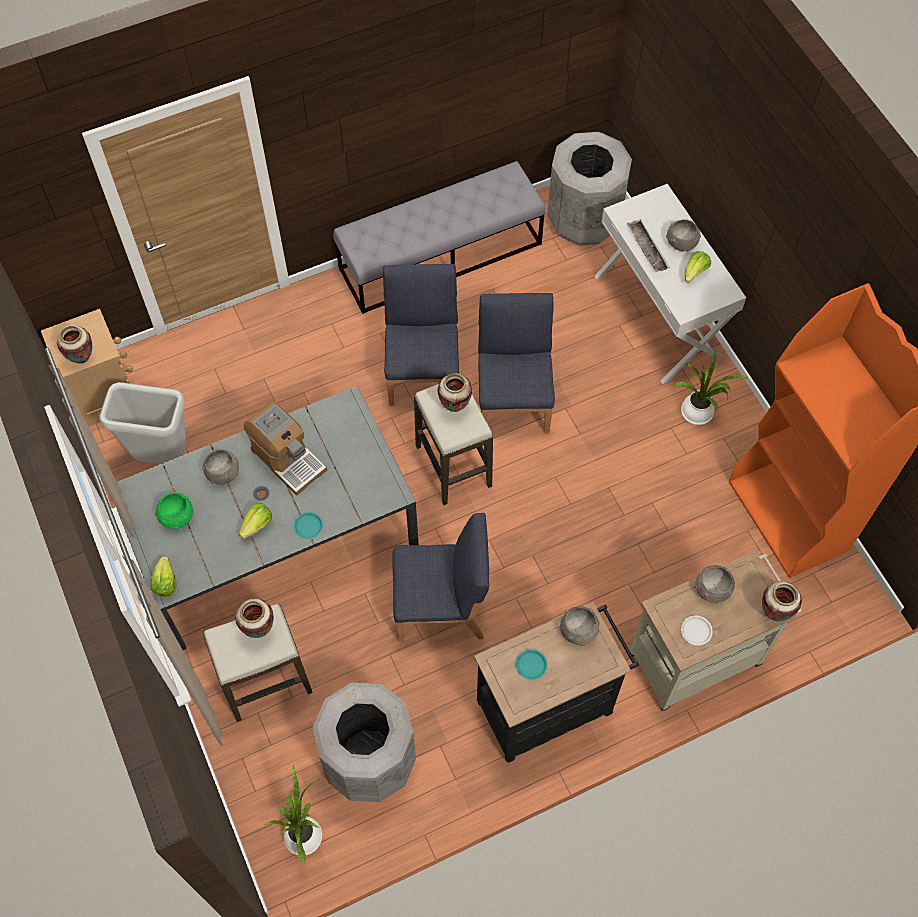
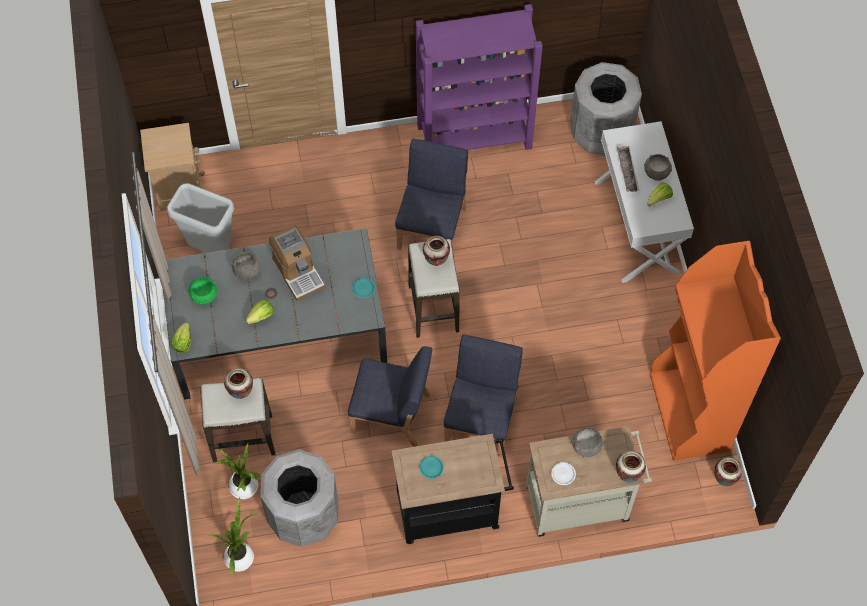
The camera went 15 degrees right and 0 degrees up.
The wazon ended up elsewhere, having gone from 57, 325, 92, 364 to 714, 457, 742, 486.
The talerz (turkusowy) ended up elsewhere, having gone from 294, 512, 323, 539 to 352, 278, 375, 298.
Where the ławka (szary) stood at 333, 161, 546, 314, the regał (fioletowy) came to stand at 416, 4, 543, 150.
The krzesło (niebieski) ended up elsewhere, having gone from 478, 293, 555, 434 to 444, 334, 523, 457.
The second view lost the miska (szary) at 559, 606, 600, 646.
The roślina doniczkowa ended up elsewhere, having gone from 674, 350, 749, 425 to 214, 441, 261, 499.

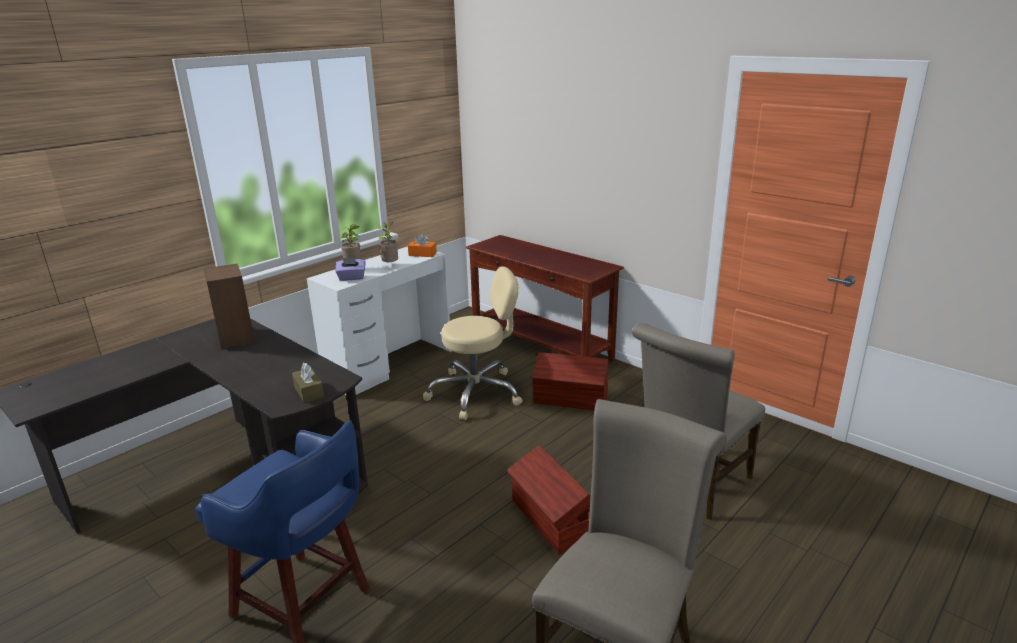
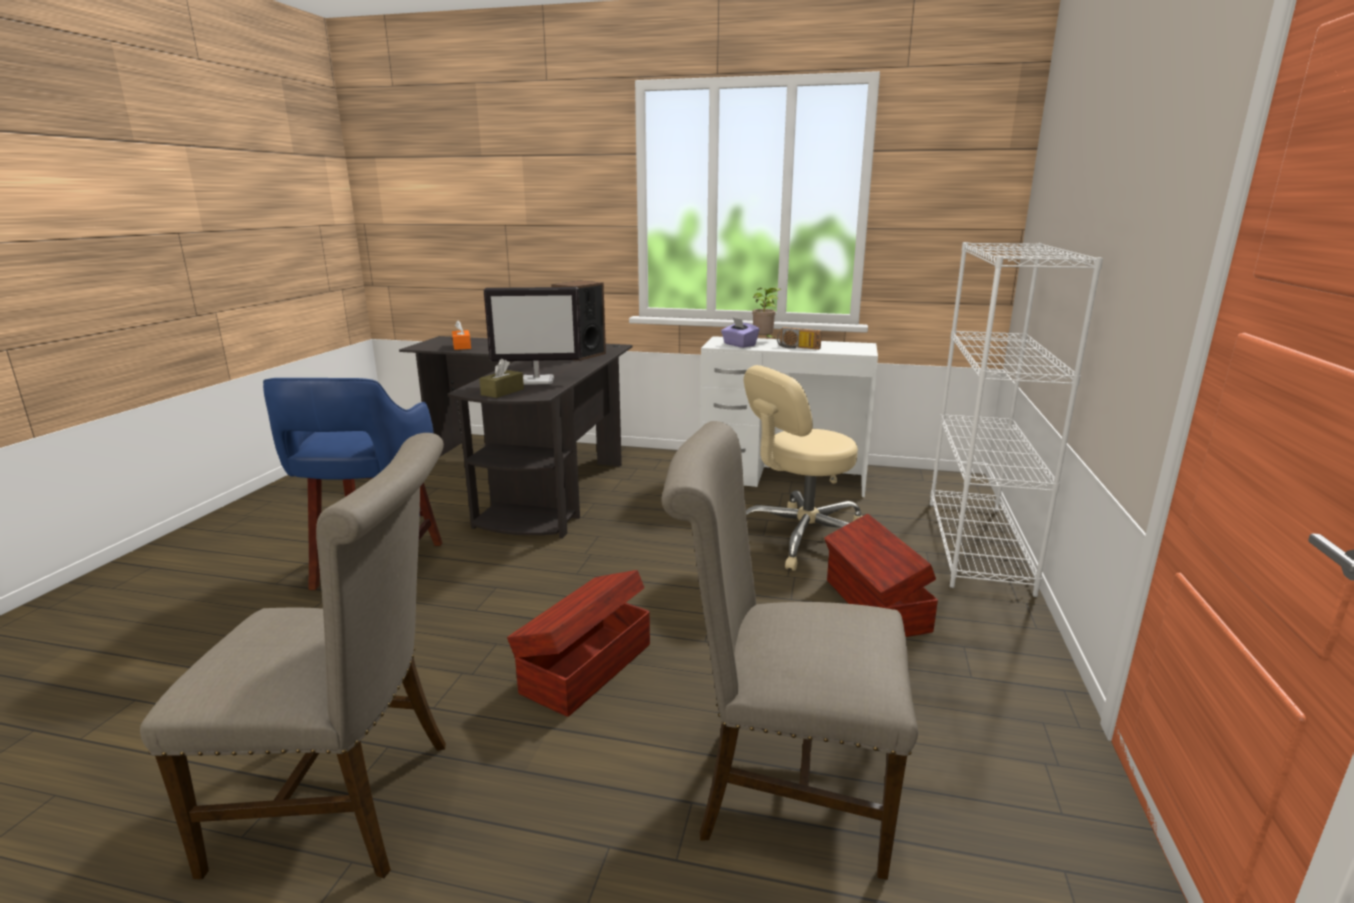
The camera went 60 degrees right and 5 degrees down.
Where the roślina doniczkowa stood at 379, 222, 398, 262, the radio came to stand at 777, 327, 822, 350.
The pudełko chusteczek (pomarańczowy) ended up elsewhere, having gone from 408, 234, 437, 257 to 452, 321, 471, 350.
The krzesło biurowe (beżowy) at 423, 266, 523, 420 ended up facing another way, 105 degrees clockwise from before.
Where the stolik konsolowy (brązowy) stood at 466, 235, 624, 361, the regał (biały) came to stand at 930, 242, 1103, 597.
The second view gained the monitor at 484, 287, 581, 385.

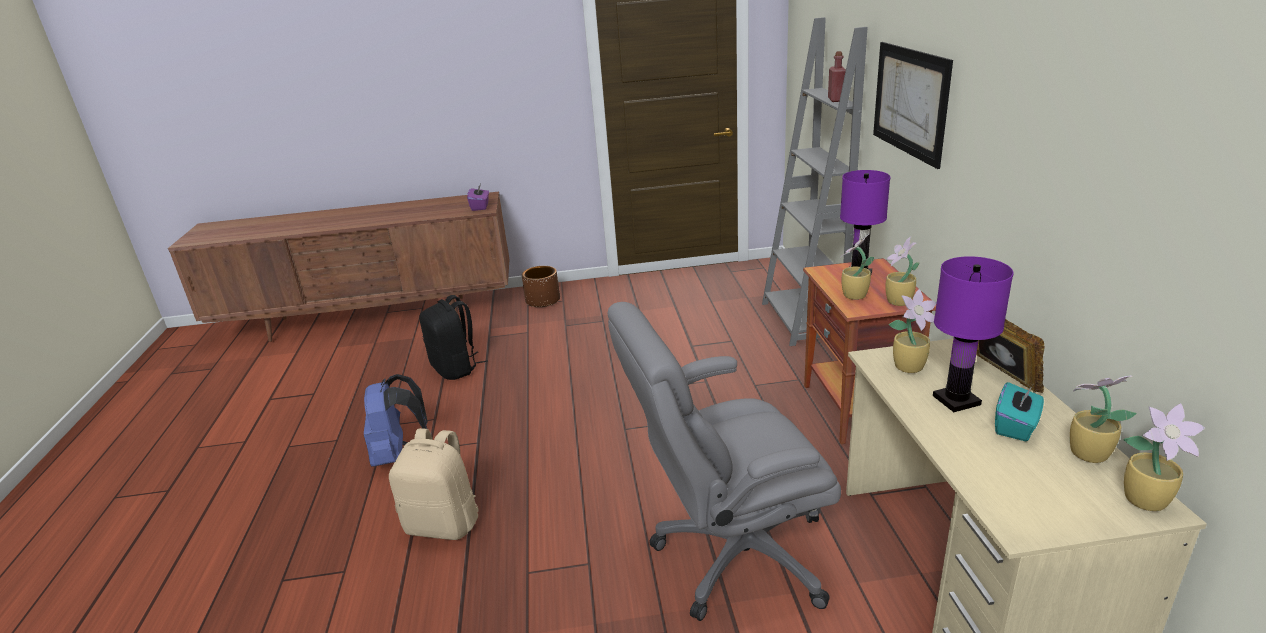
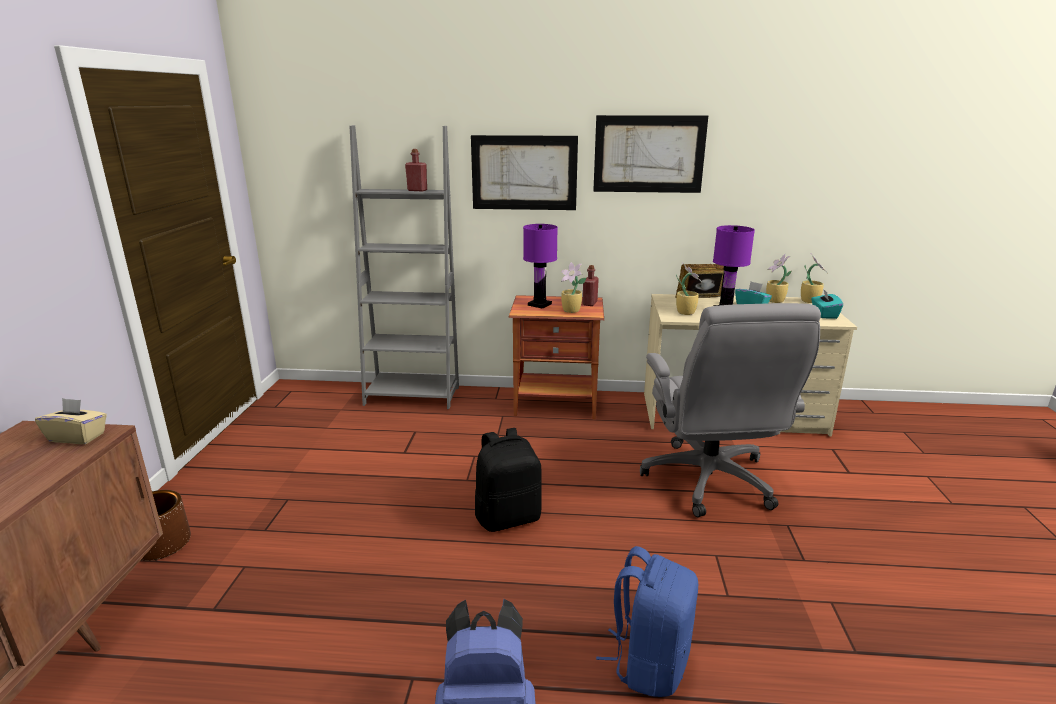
The camera went 80 degrees left and 5 degrees down.
What was the plecak (beżowy) at 389, 428, 479, 540 turned into the plecak (niebieski) at 596, 546, 698, 697.
The plecak (czarny) ended up elsewhere, having gone from 419, 295, 488, 380 to 475, 428, 542, 532.
What was the pudełko chusteczek (fioletowy) at 467, 184, 489, 211 turned into the pudełko chusteczek (beżowy) at 35, 398, 107, 444.
Where the roślina doniczkowa stood at 885, 237, 920, 306, the butelka (czerwony) came to stand at 582, 265, 599, 306.
The second view gained the obraz at 593, 115, 708, 193.
The second view gained the pudełko chusteczek (turkusowy) at 811, 290, 843, 319.

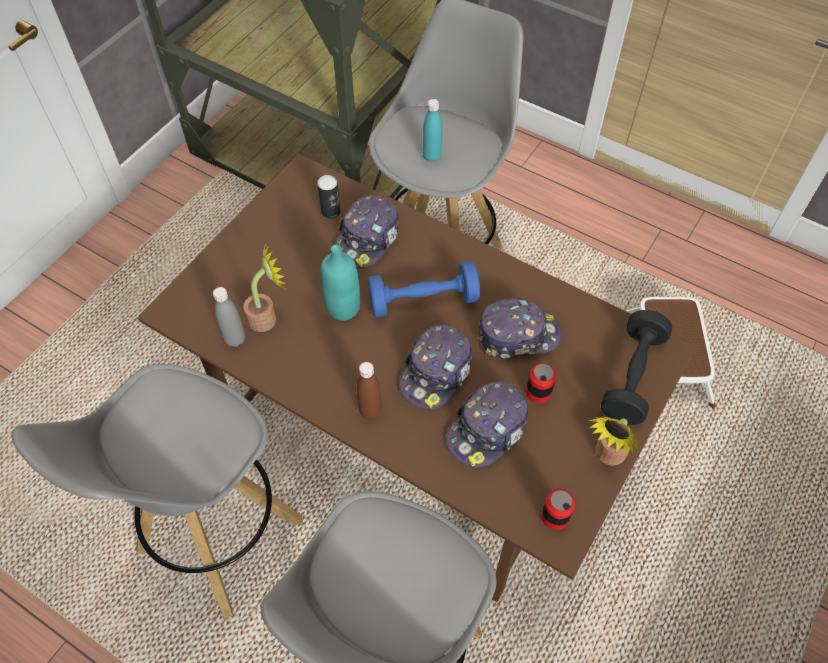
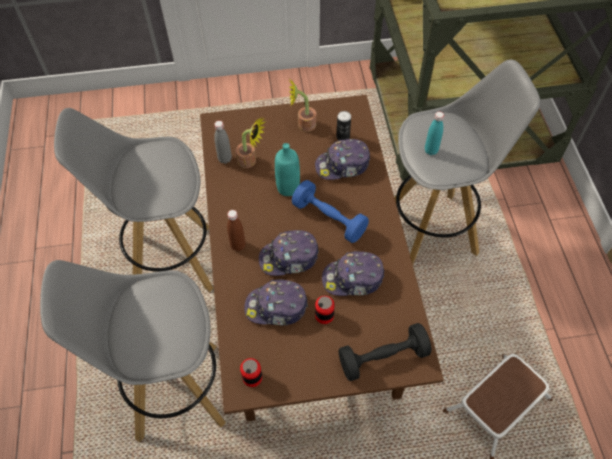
The camera went 50 degrees right and 0 degrees up.
The czapka z daszkiem at 477, 298, 561, 358 ended up facing another way, 135 degrees clockwise from before.
The roślina doniczkowa ended up elsewhere, having gone from 589, 417, 639, 466 to 289, 78, 316, 132.

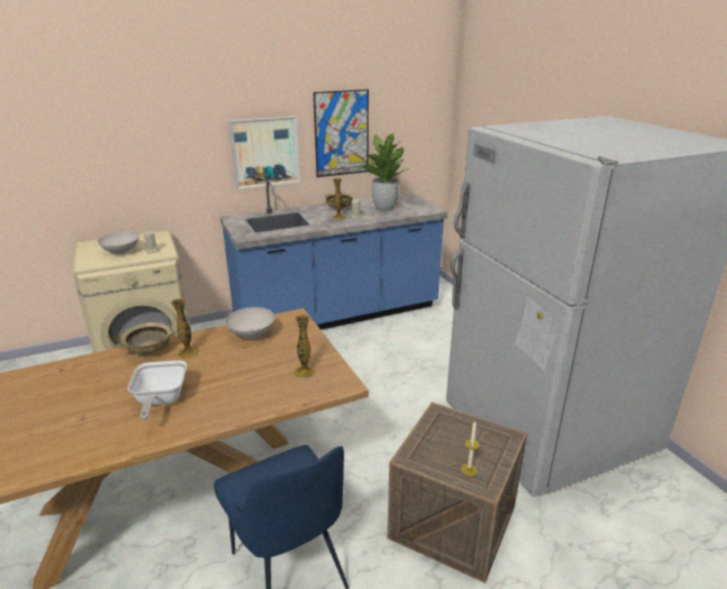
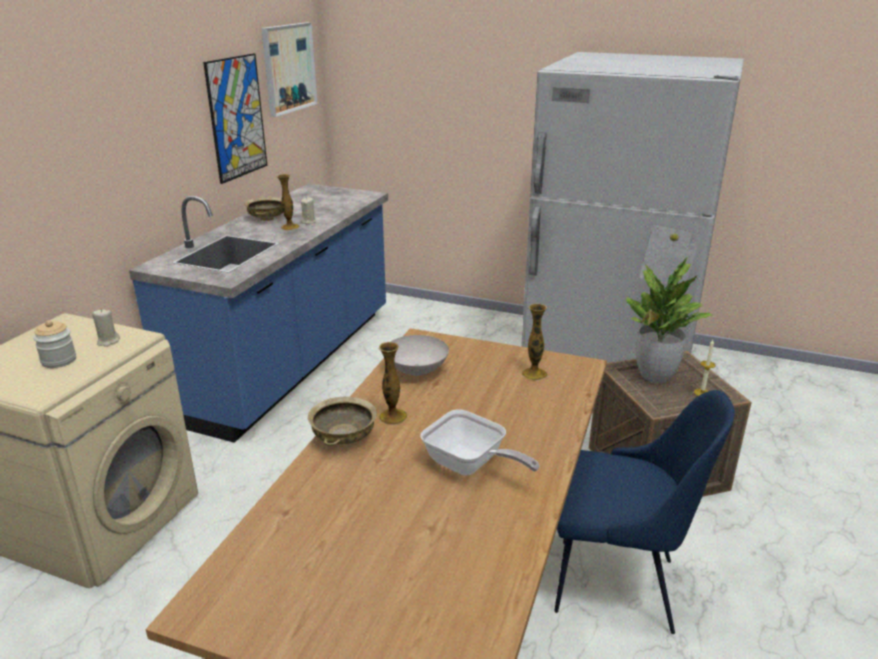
The camera went 45 degrees left and 0 degrees up.
Where the miska (biały) stood at 98, 232, 139, 254, the słoik came to stand at 33, 320, 76, 368.
The obraz ended up elsewhere, having gone from 229, 116, 300, 189 to 261, 22, 318, 117.
The roślina doniczkowa ended up elsewhere, having gone from 362, 133, 411, 211 to 626, 256, 713, 383.

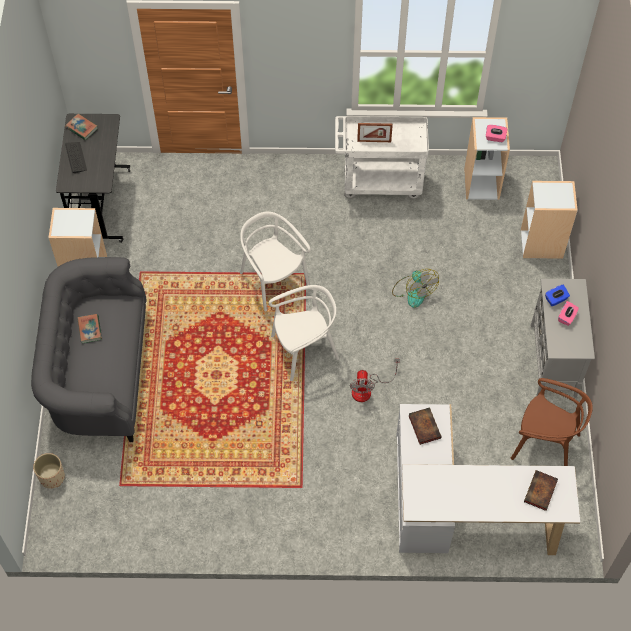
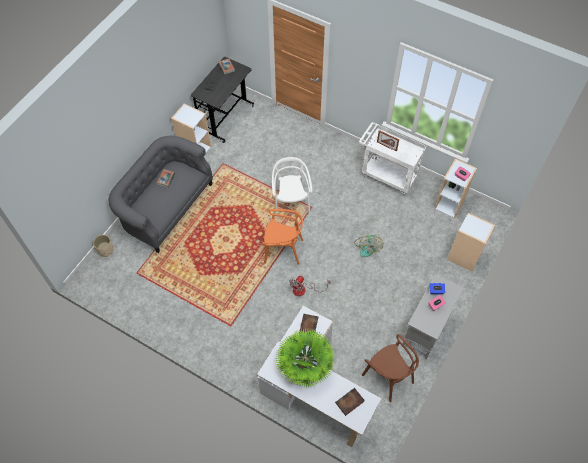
The camera went 30 degrees right and 0 degrees up.
What was the krzesło (biały) at 269, 285, 339, 381 turned into the krzesło (pomarańczowy) at 262, 209, 303, 265.
The second view gained the roślina doniczkowa at 275, 328, 336, 388.

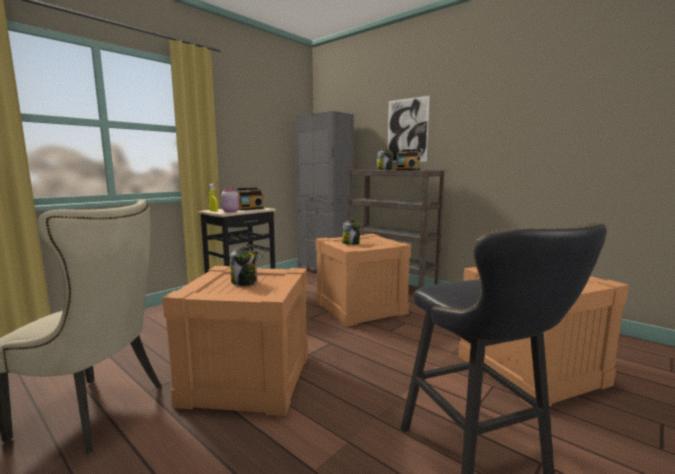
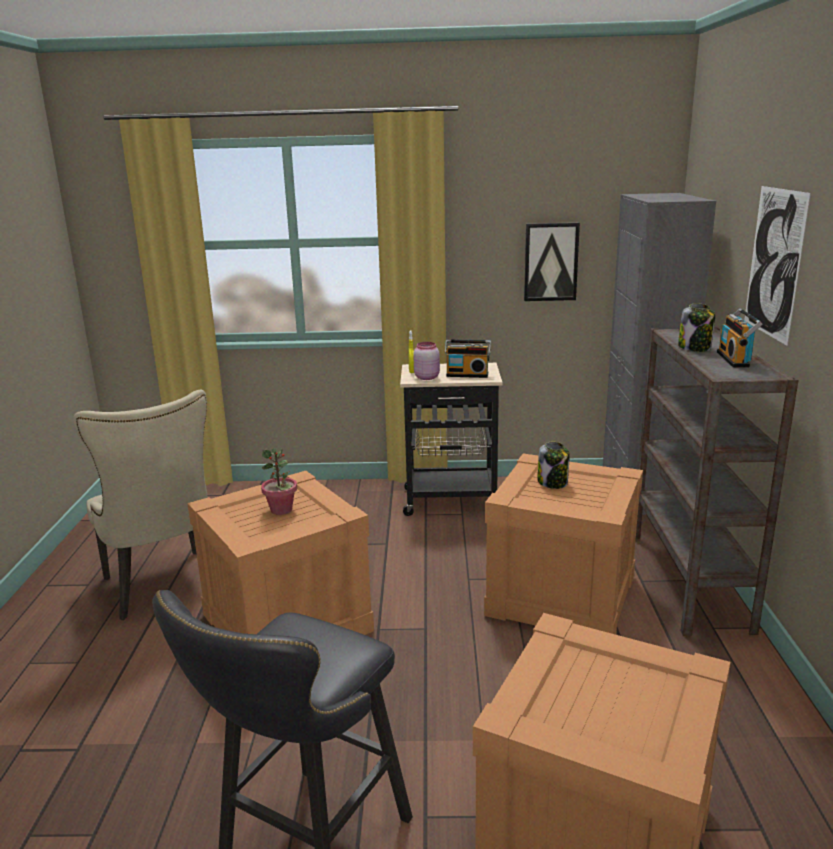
The camera went 50 degrees right and 10 degrees up.
Where the słoik stood at 230, 247, 257, 286, the roślina doniczkowa came to stand at 261, 448, 297, 515.
The second view gained the obraz at 524, 222, 580, 301.

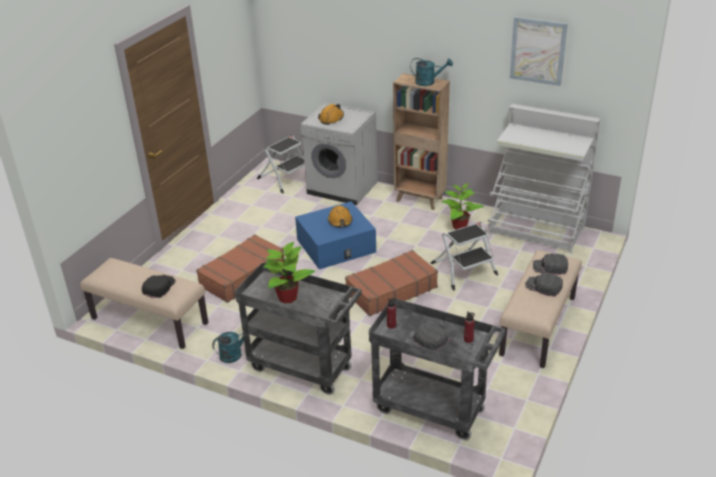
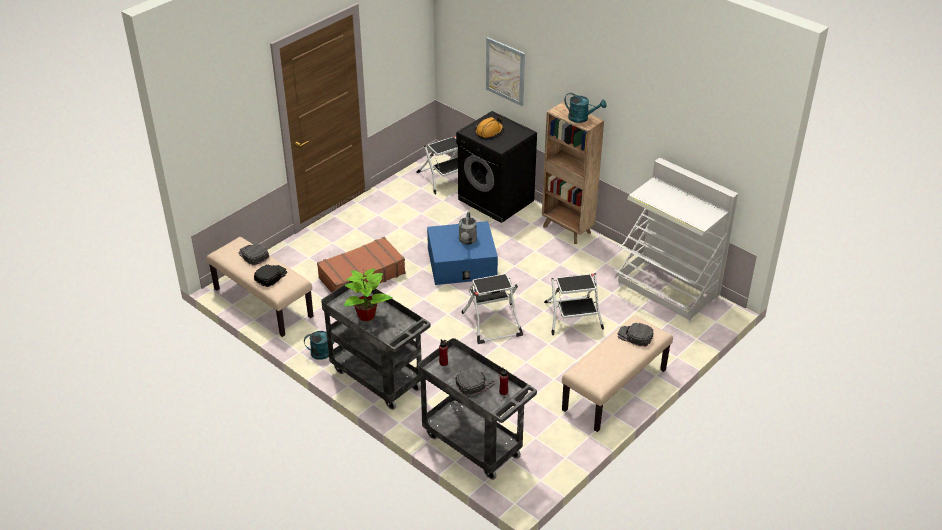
The camera went 15 degrees right and 5 degrees up.
What was the pralka (biały) at 300, 103, 378, 205 turned into the pralka (czarny) at 456, 111, 537, 223.
Where the kask (pomarańczowy) stood at 328, 205, 353, 227, the konewka (szary) came to stand at 459, 212, 477, 245.
Where the walizka (brązowy) stood at 345, 250, 438, 316, the drabinka came to stand at 461, 274, 523, 344.
The second view lost the roślina doniczkowa at 441, 183, 484, 230.
The obraz ended up elsewhere, having gone from 510, 17, 568, 86 to 486, 37, 525, 106.
The czapka z daszkiem (czarny) ended up elsewhere, having gone from 525, 273, 563, 297 to 238, 243, 269, 266.

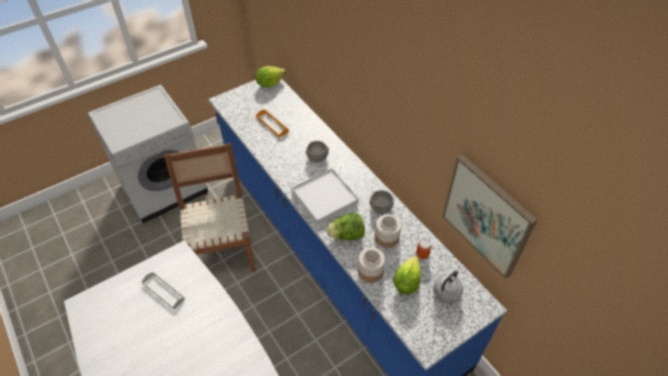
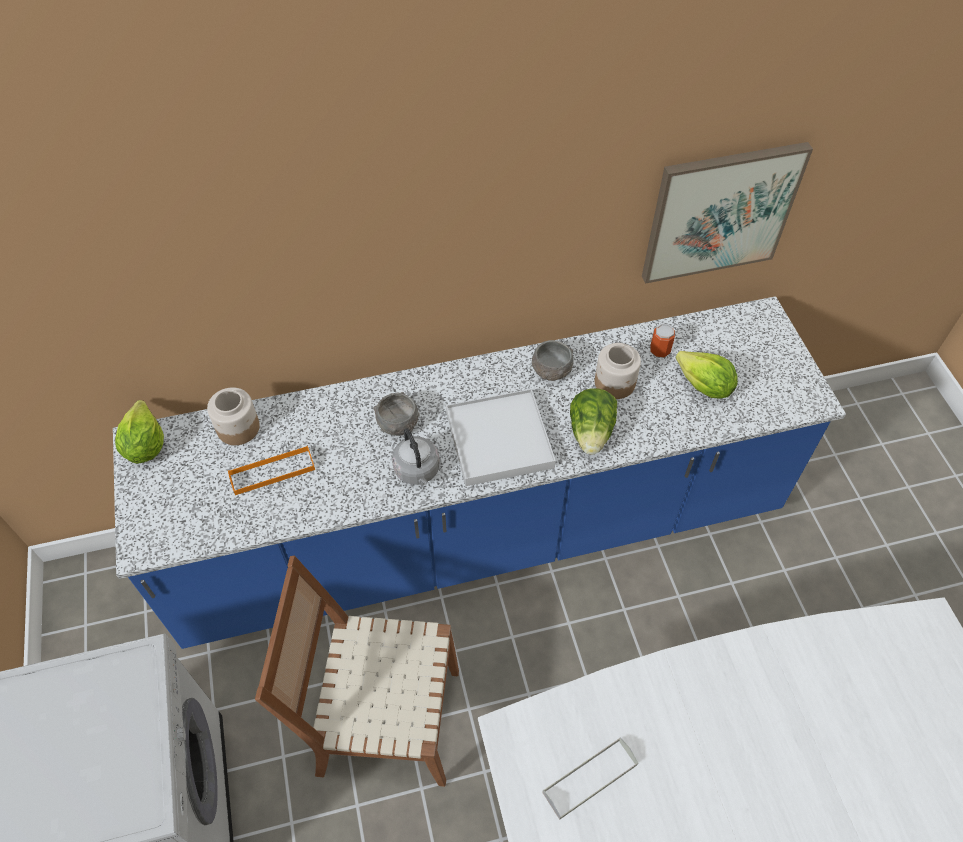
The camera went 70 degrees left and 5 degrees up.
The słoik ended up elsewhere, having gone from 358, 248, 385, 283 to 207, 387, 260, 445.
The czajnik (szary) ended up elsewhere, having gone from 432, 270, 463, 304 to 392, 428, 440, 485.

